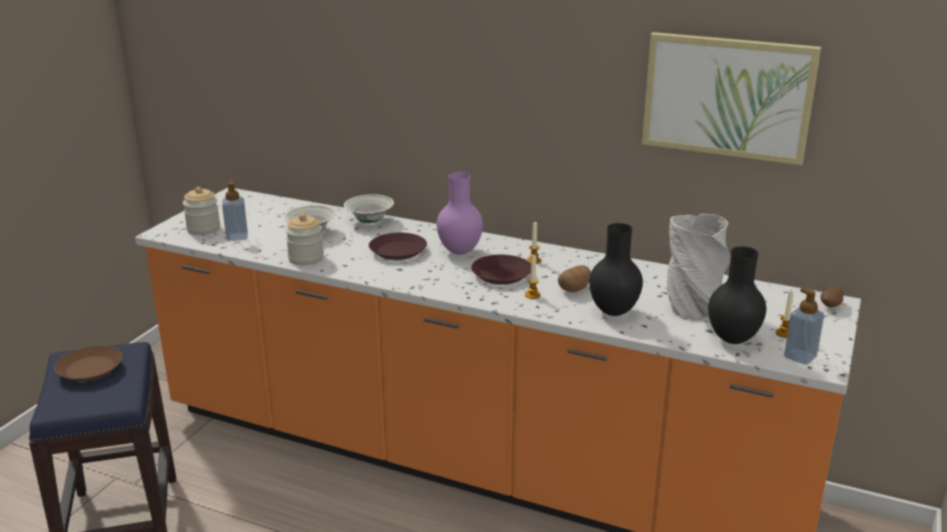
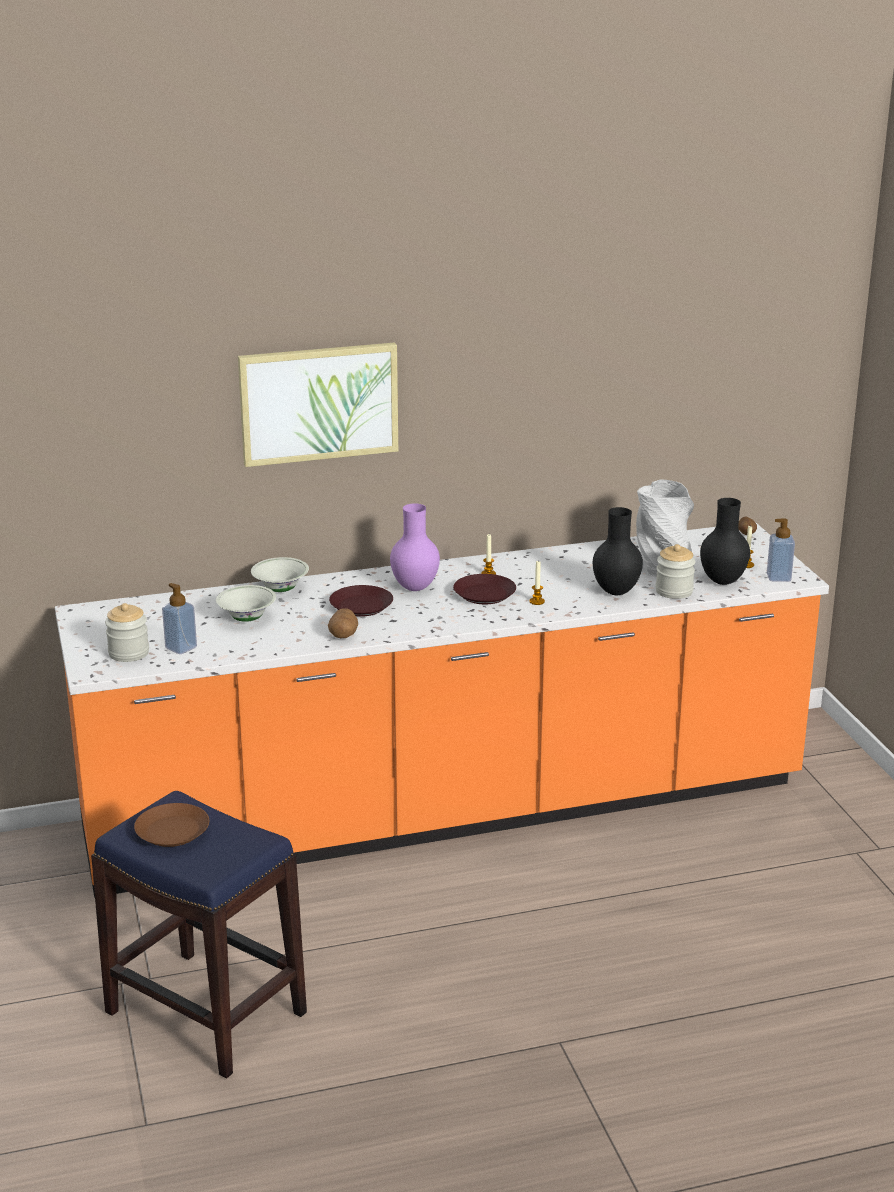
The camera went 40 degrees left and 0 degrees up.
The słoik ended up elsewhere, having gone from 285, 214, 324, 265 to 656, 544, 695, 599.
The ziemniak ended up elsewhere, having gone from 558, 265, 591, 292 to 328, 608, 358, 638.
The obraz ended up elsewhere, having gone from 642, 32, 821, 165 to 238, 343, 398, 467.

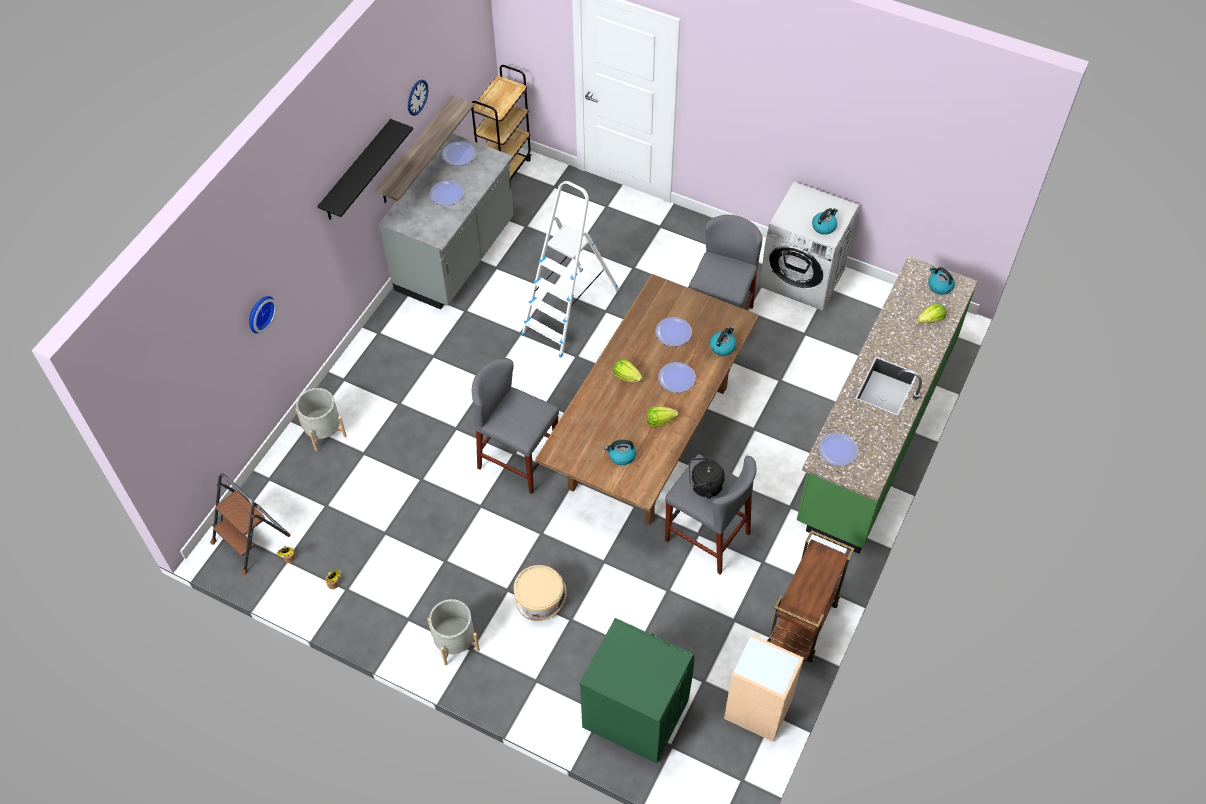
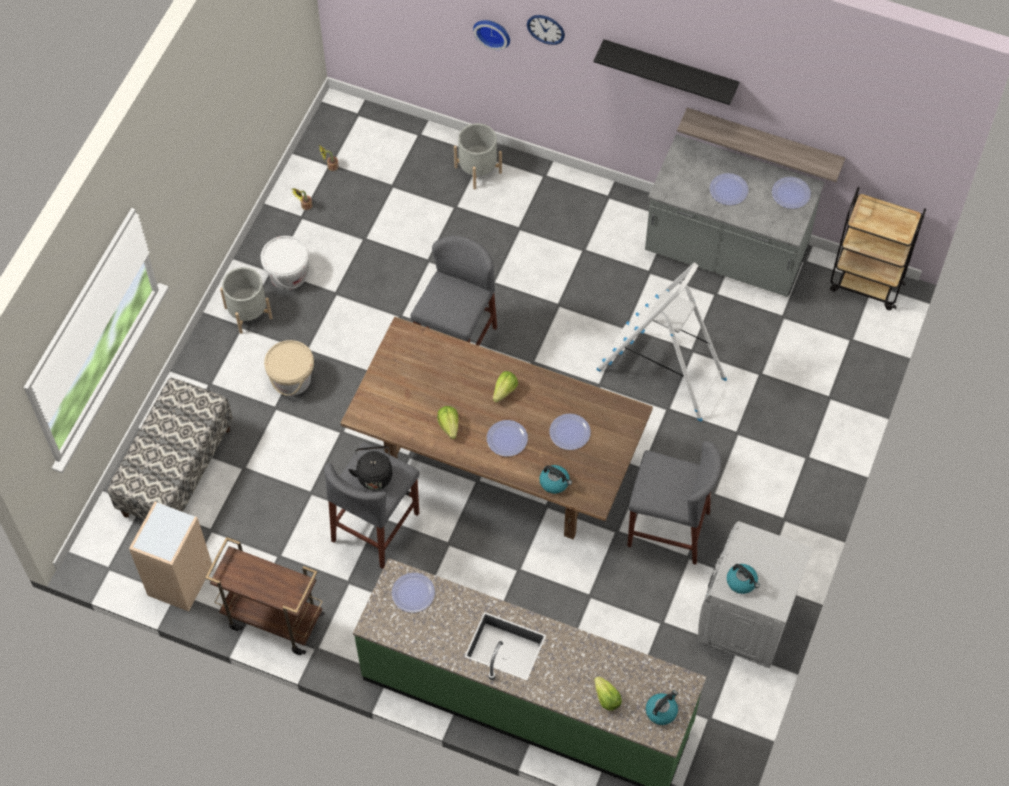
The camera went 85 degrees right and 5 degrees up.
The second view lost the drabinka (brązowy) at 210, 474, 291, 575.
The zegar ścienny ended up elsewhere, having gone from 408, 80, 428, 116 to 527, 15, 565, 45.
Where the pralka (zielony) stood at 579, 618, 694, 764, the ławka came to stand at 108, 378, 233, 520.
The second view lost the czajnik at 604, 439, 636, 465.
The second view gained the wiadro (biały) at 261, 236, 309, 290.

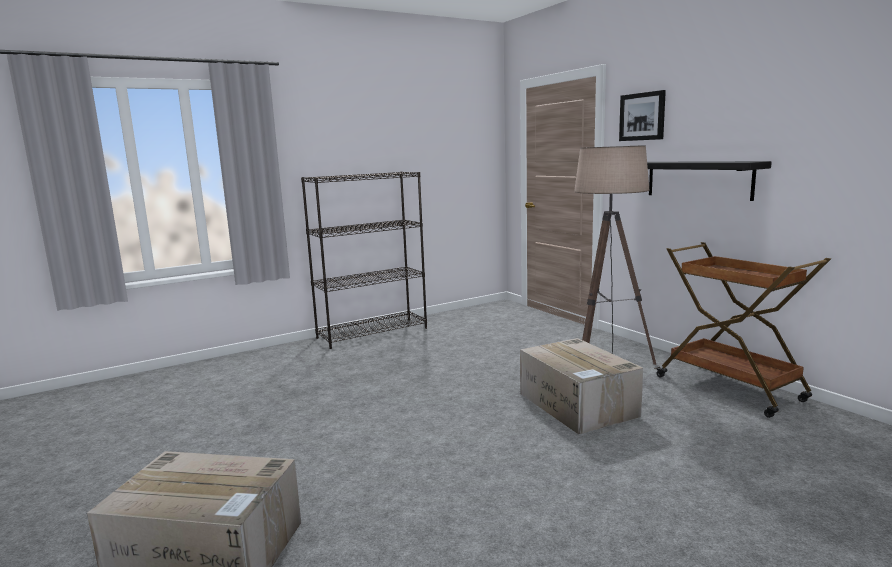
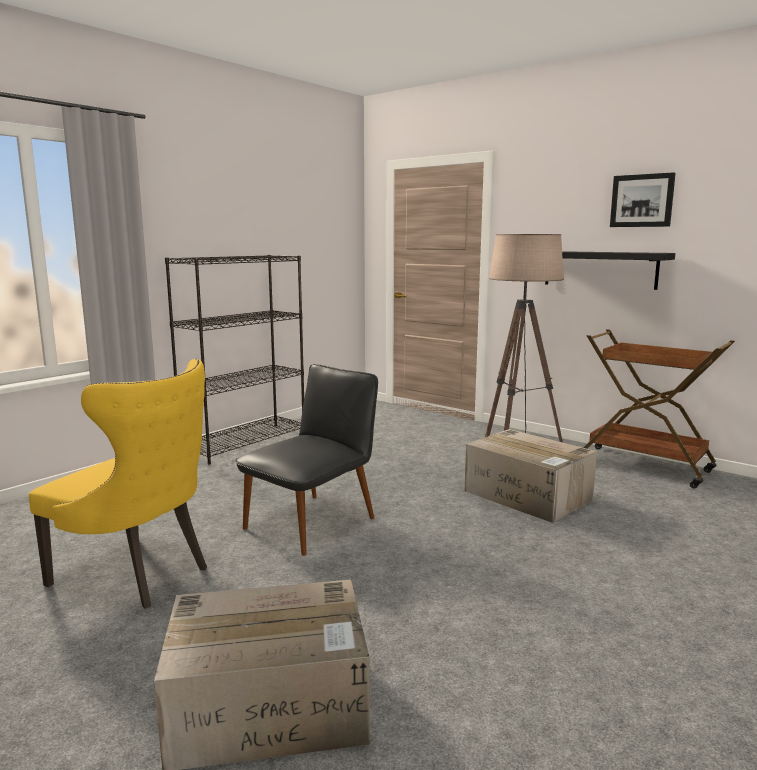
The camera went 20 degrees left and 0 degrees up.
The obraz ended up elsewhere, having gone from 619, 90, 666, 141 to 610, 172, 675, 227.
The second view gained the krzesło (żółty) at 29, 359, 207, 609.
The second view gained the krzesło (czarny) at 235, 364, 378, 556.

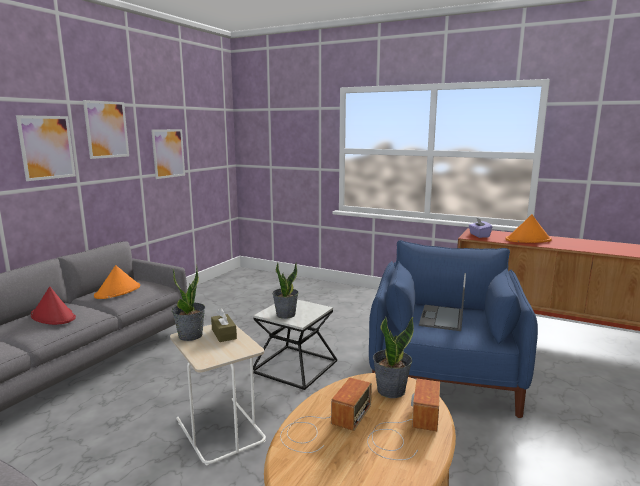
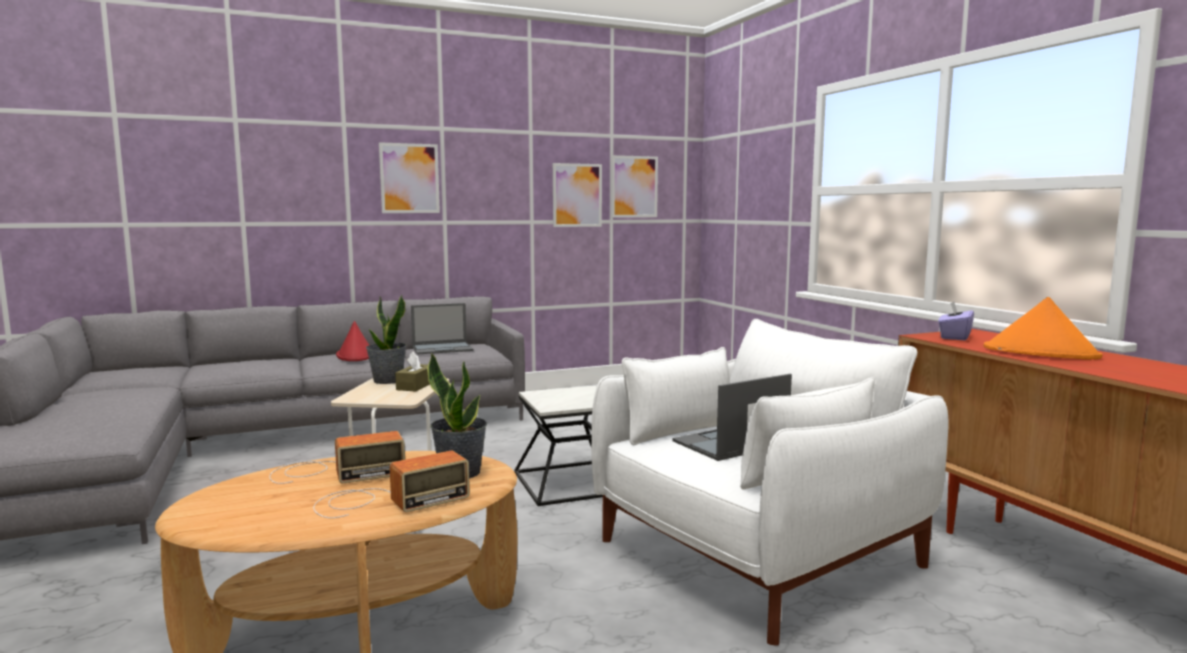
The camera went 40 degrees right and 5 degrees down.
The obraz ended up elsewhere, having gone from 83, 100, 129, 159 to 611, 155, 658, 218.
Where the kapelusz (pomarańczowy) stood at 94, 265, 140, 299, the laptop came to stand at 411, 303, 474, 355.
The second view lost the roślina doniczkowa at 272, 262, 299, 319.
What was the fotel (niebieski) at 369, 240, 538, 418 turned into the fotel (biały) at 591, 319, 949, 646.

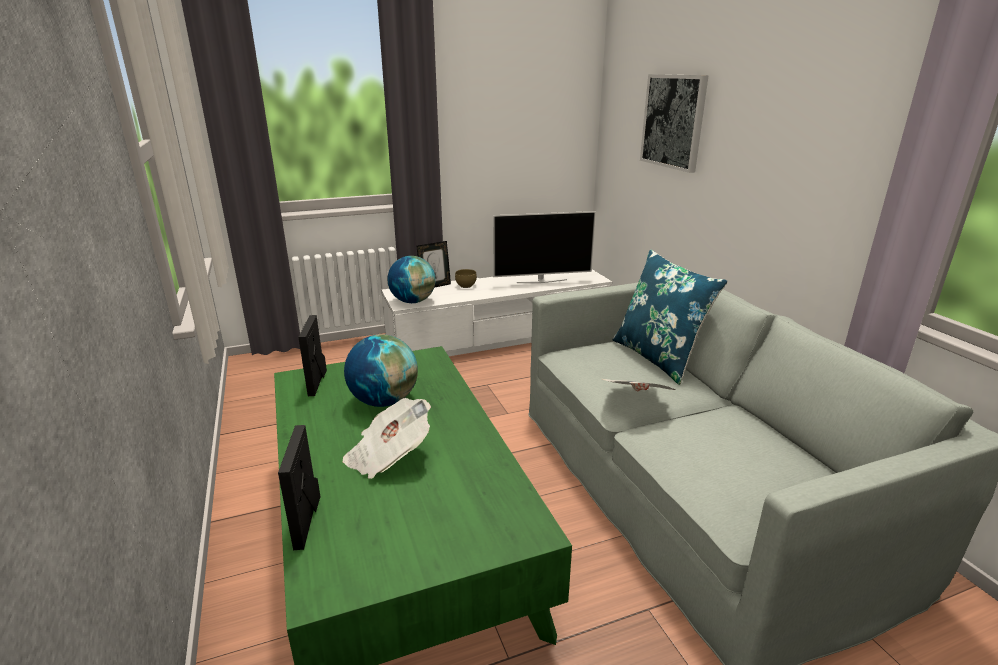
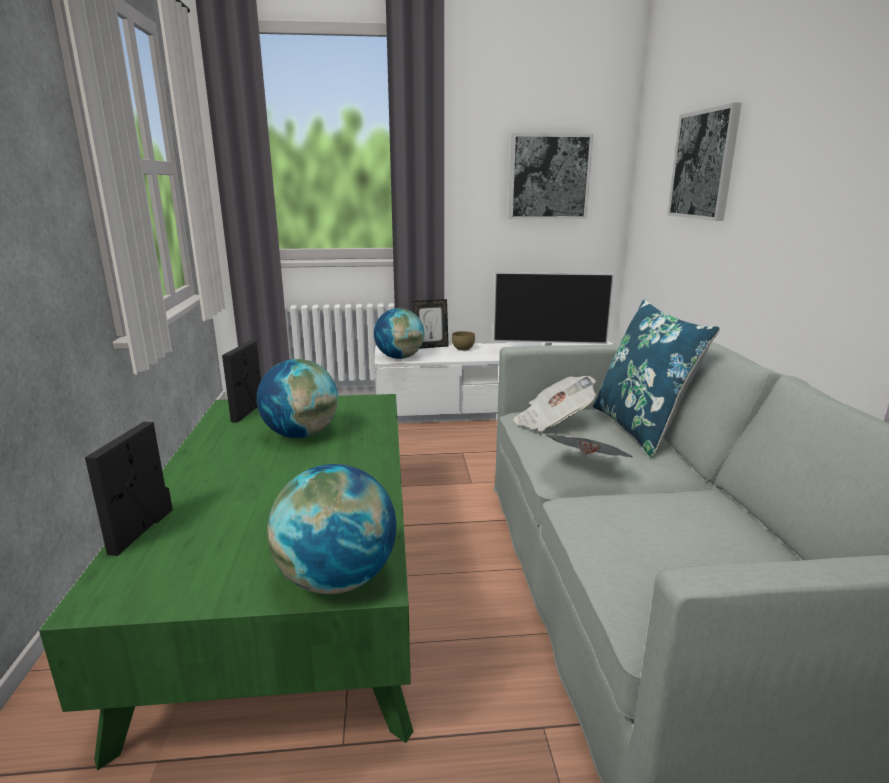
The camera went 15 degrees right and 5 degrees down.
The gazeta ended up elsewhere, having gone from 343, 398, 431, 479 to 513, 376, 596, 431.
The second view gained the globus at 267, 464, 396, 594.
The second view gained the obraz at 509, 133, 593, 219.

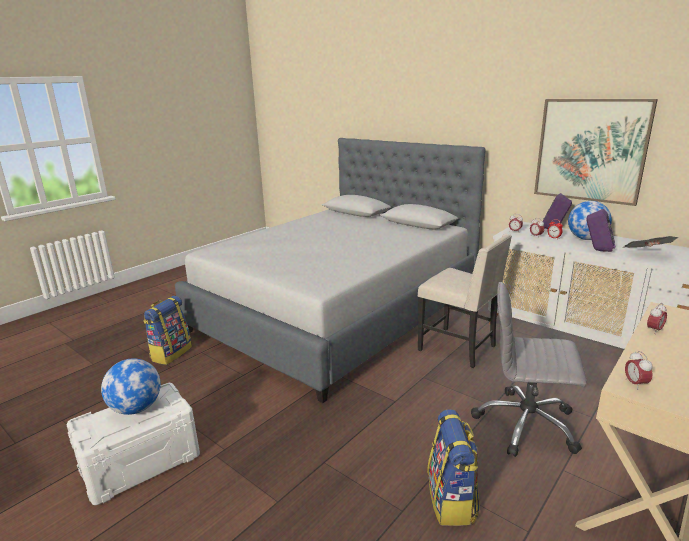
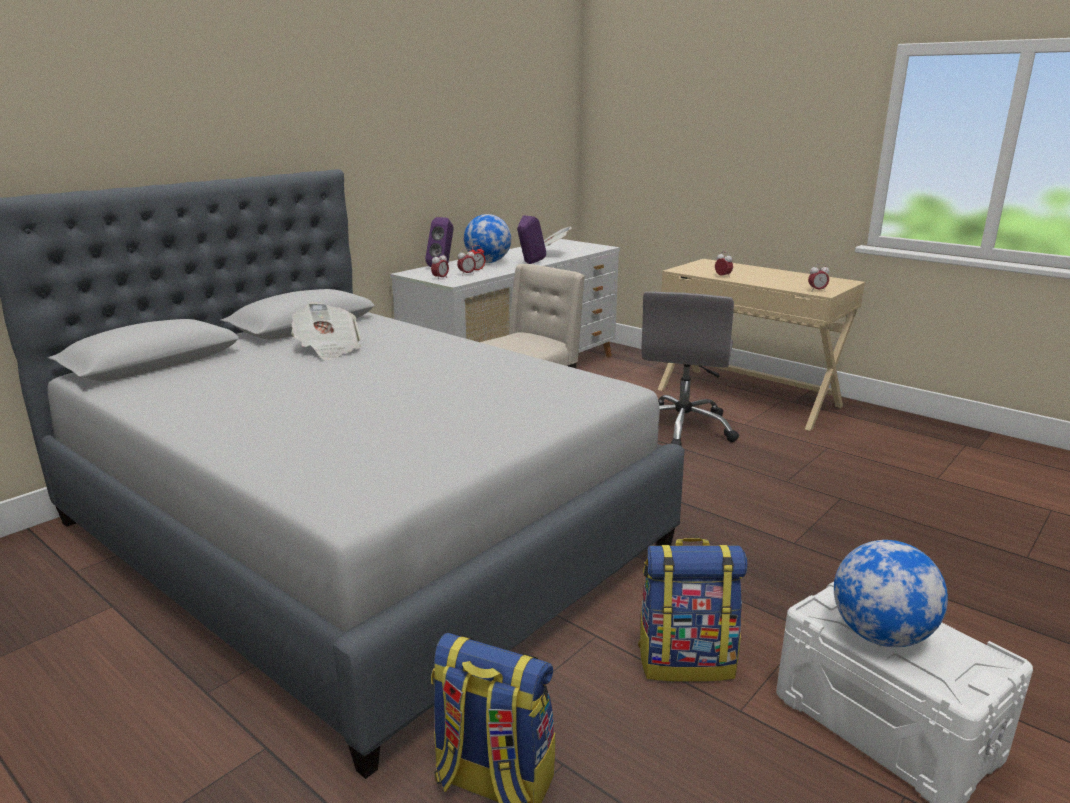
The camera went 90 degrees left and 0 degrees up.
The plecak ended up elsewhere, having gone from 427, 409, 480, 526 to 638, 538, 747, 682.
The second view lost the obraz at 534, 99, 658, 206.
The second view gained the gazeta at 291, 302, 361, 360.

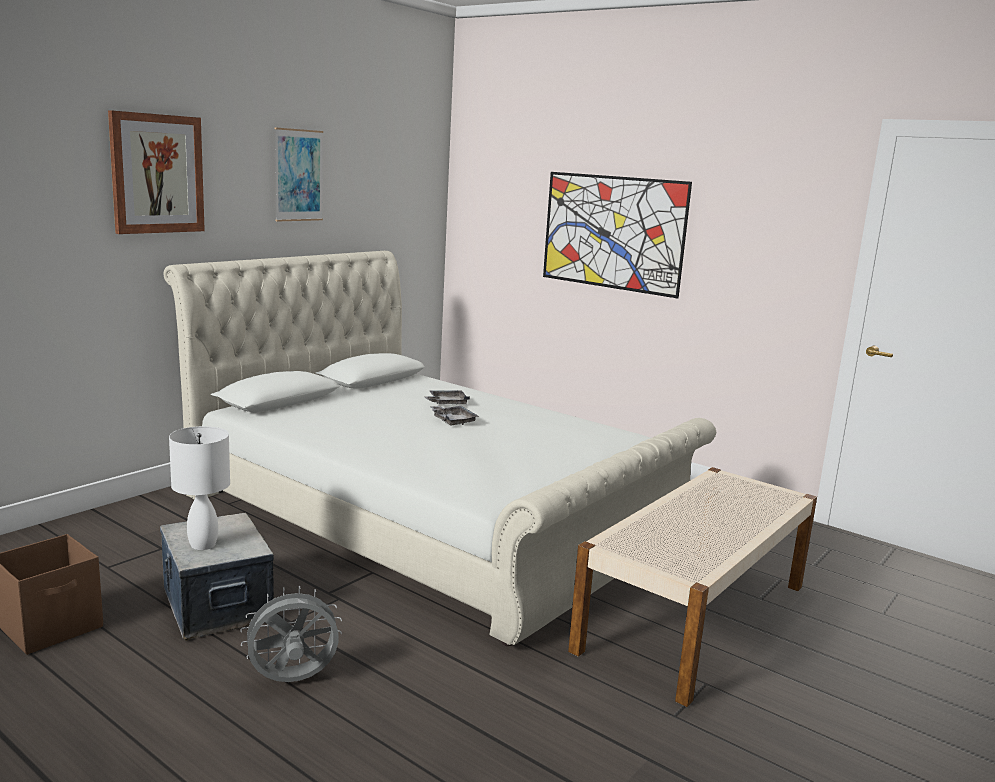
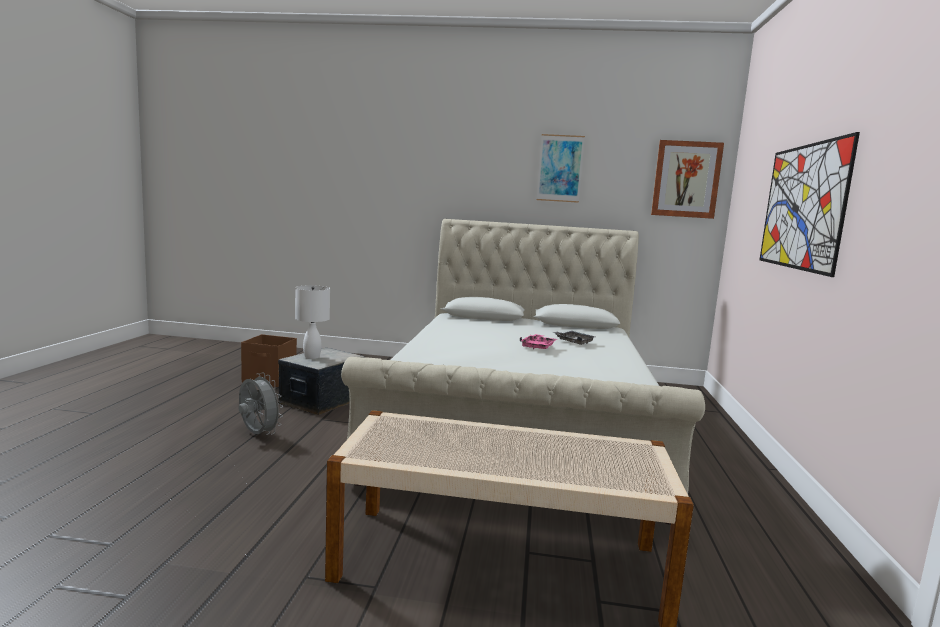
The camera went 60 degrees right and 5 degrees down.
The obraz ended up elsewhere, having gone from 108, 110, 205, 234 to 651, 140, 724, 219.
What was the taca (szary) at 431, 406, 479, 425 turned into the taca (różowy) at 520, 334, 557, 349.

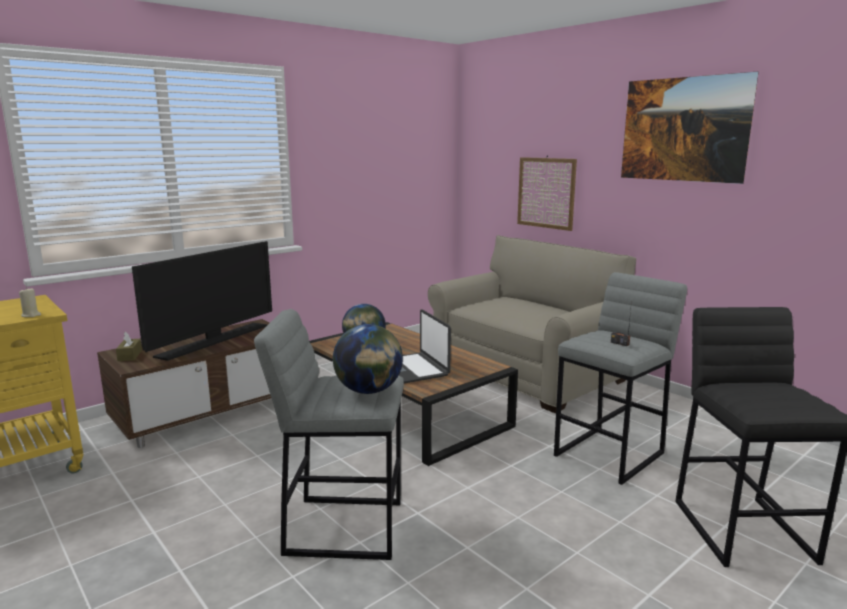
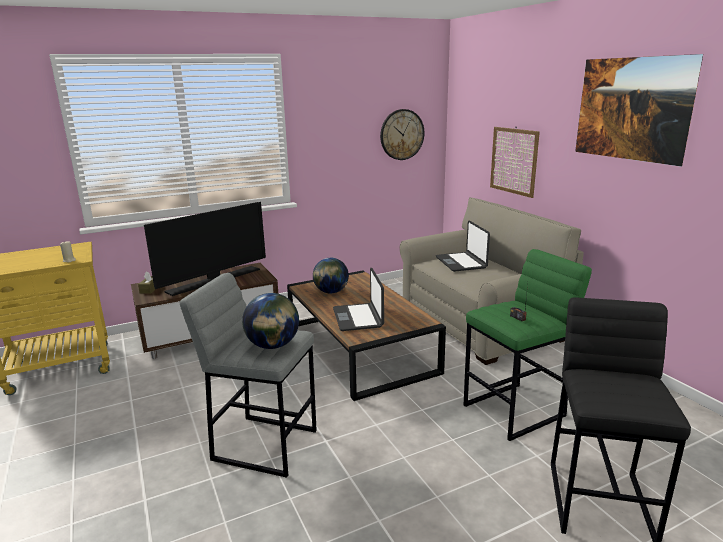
The camera went 15 degrees right and 5 degrees up.
What was the stołek (szary) at 554, 272, 687, 485 turned into the stołek (zielony) at 464, 249, 592, 441.
The second view gained the zegar ścienny at 380, 109, 424, 160.
The second view gained the laptop at 436, 221, 490, 272.

